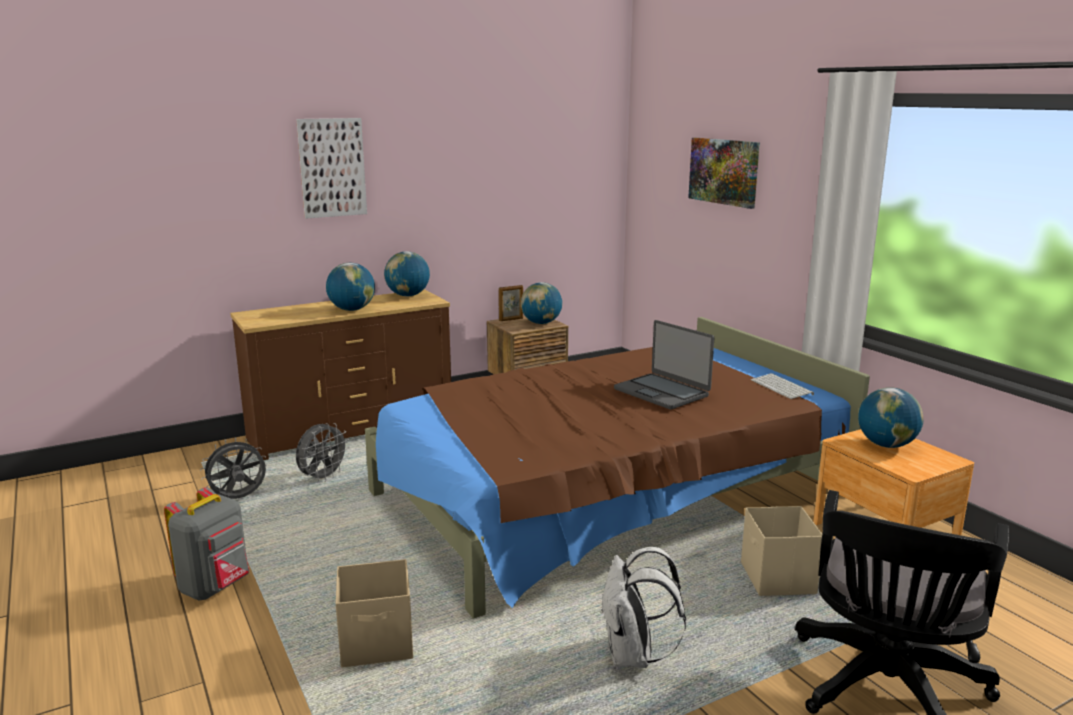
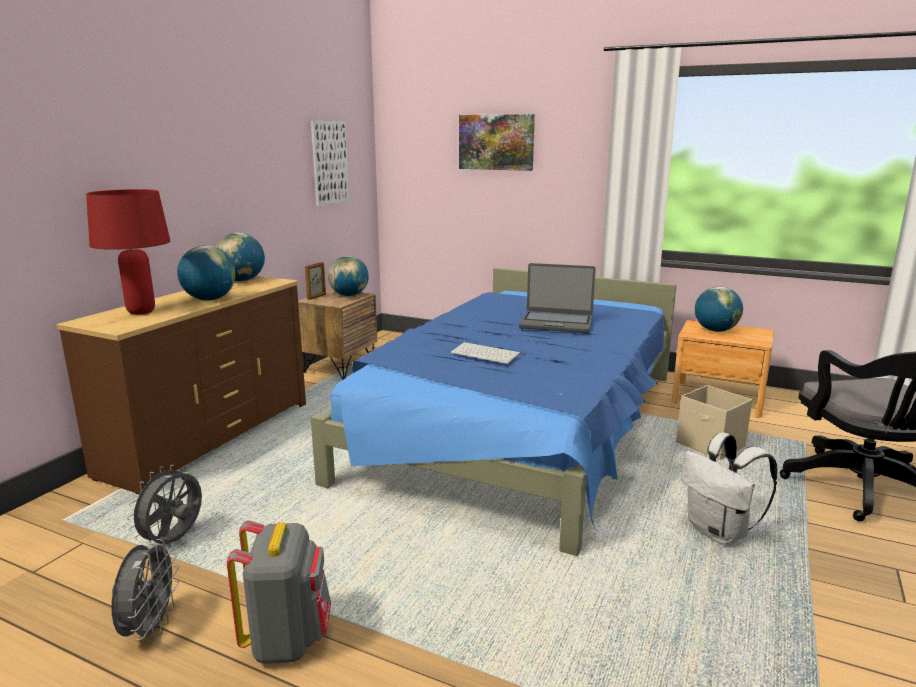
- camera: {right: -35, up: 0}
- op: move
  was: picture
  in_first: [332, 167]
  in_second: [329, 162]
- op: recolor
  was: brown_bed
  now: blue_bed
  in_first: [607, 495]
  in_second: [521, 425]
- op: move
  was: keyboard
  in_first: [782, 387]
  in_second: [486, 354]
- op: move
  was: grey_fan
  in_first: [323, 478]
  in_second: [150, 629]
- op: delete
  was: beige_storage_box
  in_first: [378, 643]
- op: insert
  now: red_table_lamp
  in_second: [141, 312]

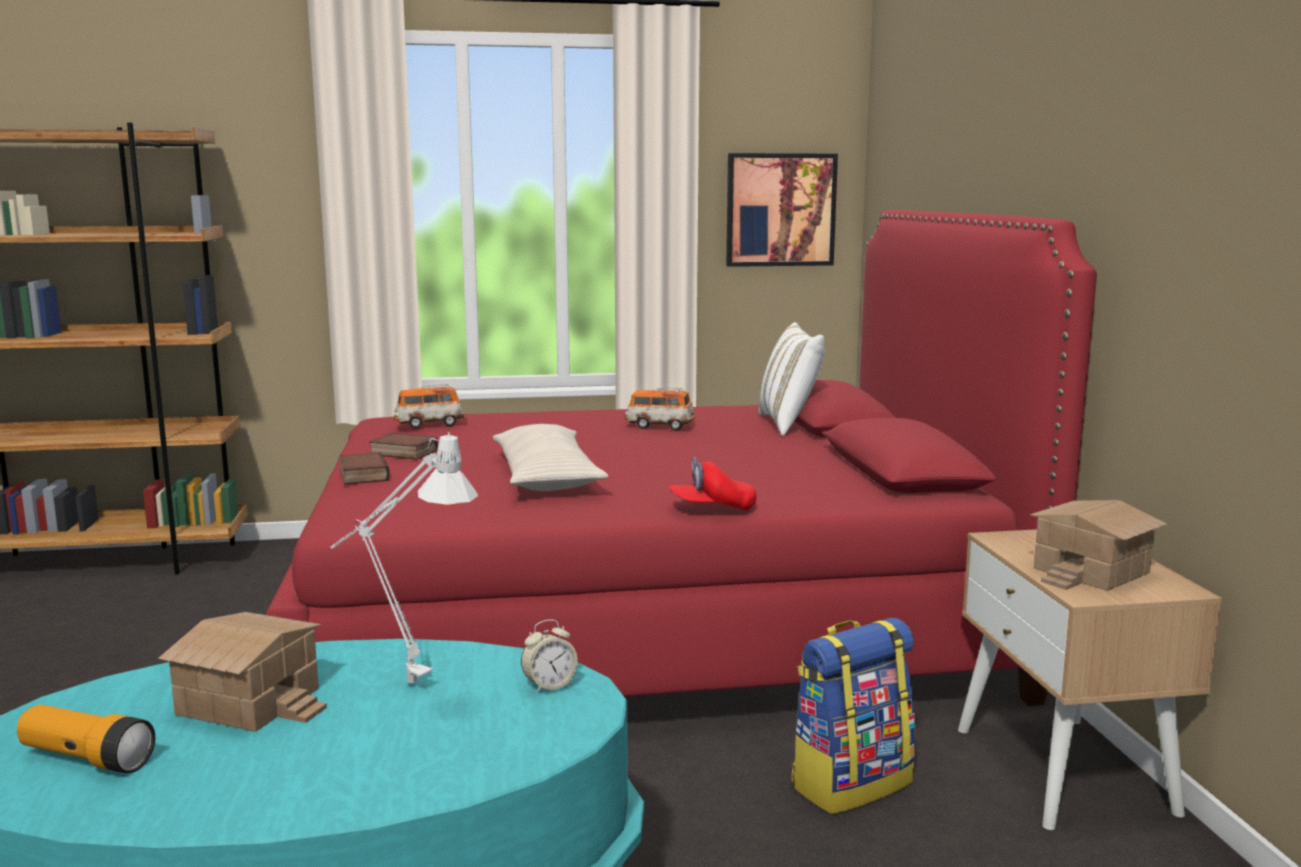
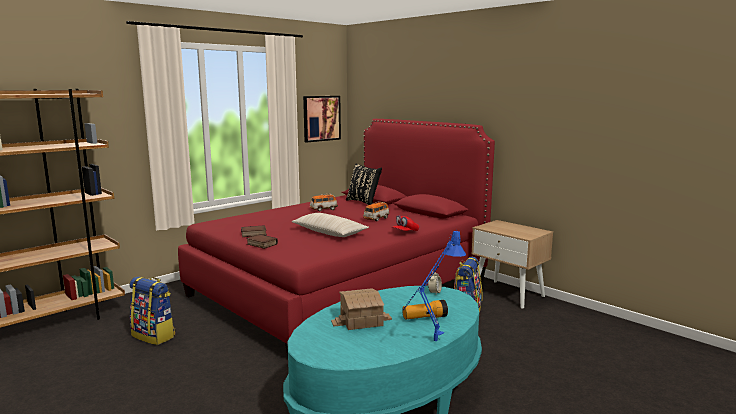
- camera: {right: -35, up: 0}
- op: recolor
  was: white_pillow
  now: black_pillow
  in_first: [789, 424]
  in_second: [364, 202]
- op: move
  was: toy_car
  in_first: [429, 424]
  in_second: [376, 219]
- op: delete
  was: grey_table_lamp
  in_first: [402, 681]
- op: delete
  was: toy_house
  in_first: [1089, 570]
- op: move
  was: flashlight
  in_first: [87, 759]
  in_second: [424, 318]
- op: insert
  now: blue_table_lamp
  in_second: [432, 344]
- op: insert
  now: backpack
  in_second: [154, 336]

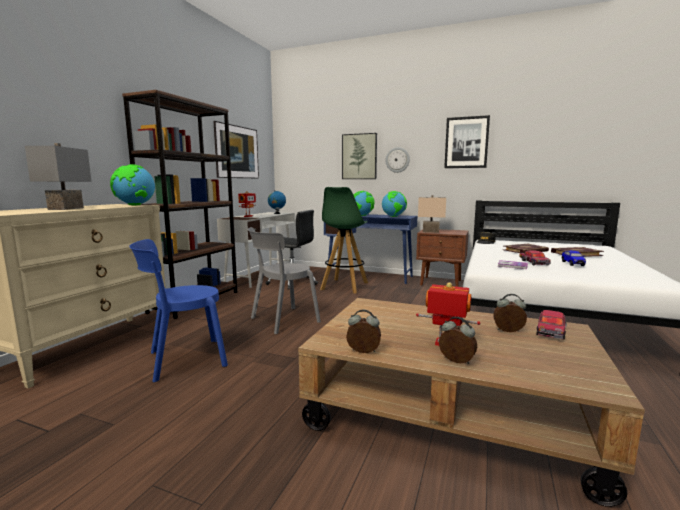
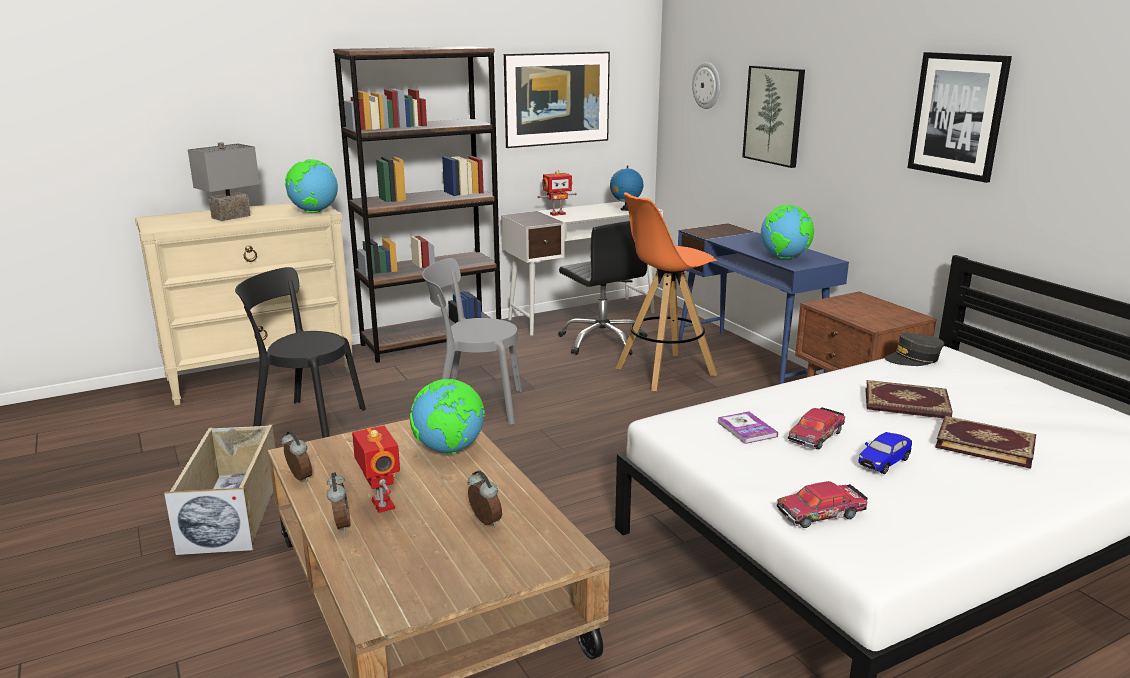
- camera: {right: 40, up: 10}
- op: move
  was: wall_clock
  in_first: [397, 160]
  in_second: [707, 85]
- op: recolor
  was: green_stool
  now: orange_stool
  in_first: [344, 286]
  in_second: [664, 371]
- op: move
  was: globe
  in_first: [362, 215]
  in_second: [450, 450]
- op: delete
  was: beige_table_lamp
  in_first: [430, 232]
- op: recolor
  was: blue_chair
  now: black_chair
  in_first: [182, 360]
  in_second: [306, 421]
- op: move
  was: toy_car
  in_first: [551, 330]
  in_second: [821, 513]
- op: insert
  now: beige_storage_box
  in_second: [232, 512]

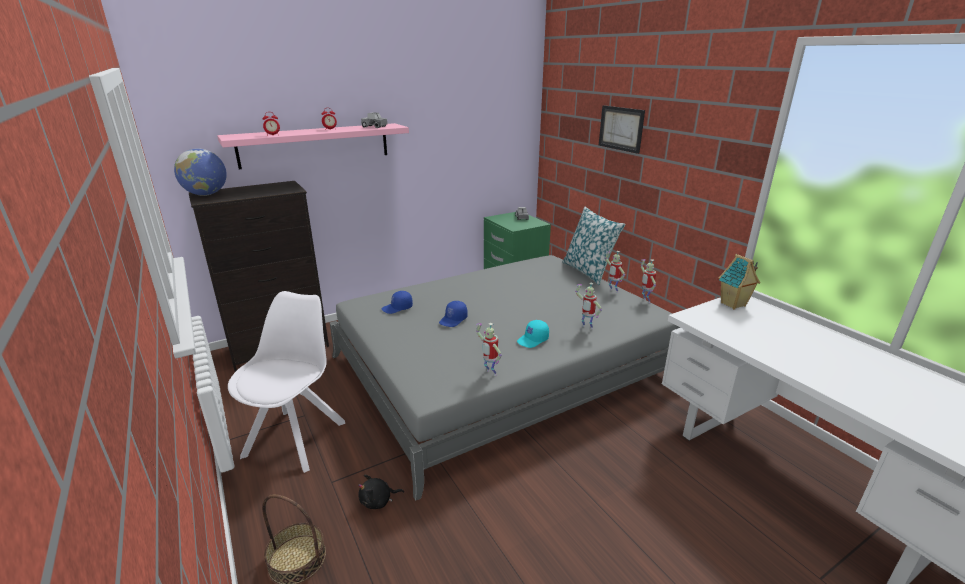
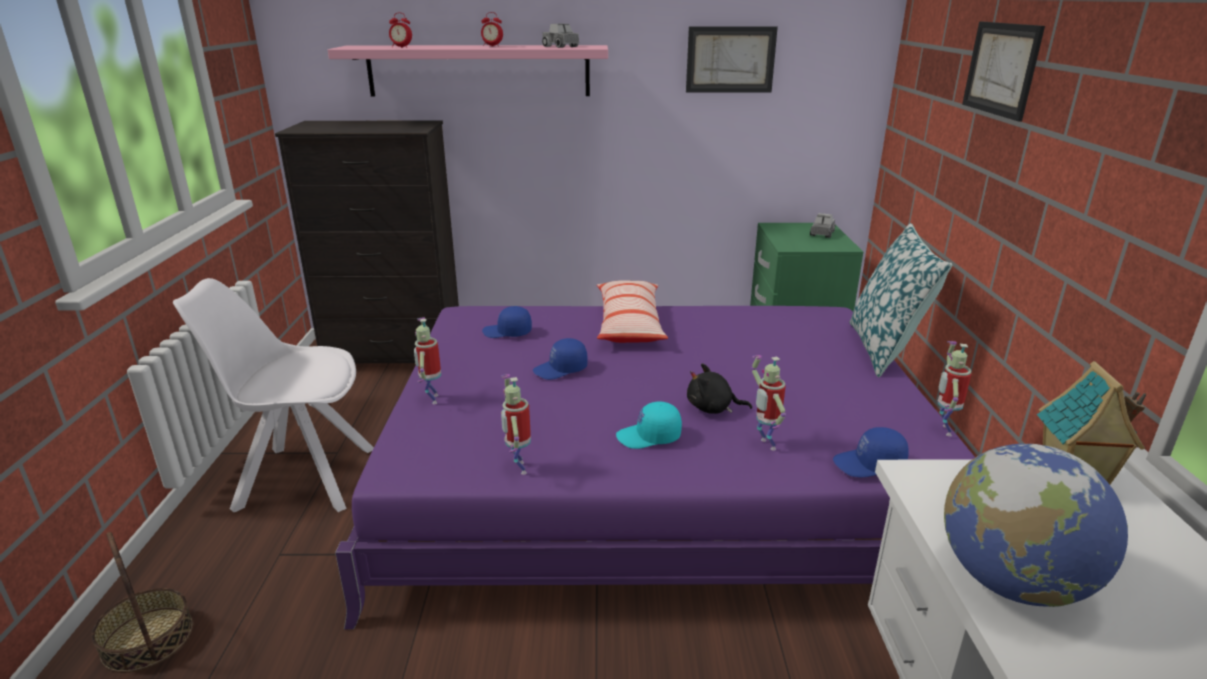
- camera: {right: 30, up: 0}
- op: move
  was: globe
  in_first: [206, 194]
  in_second: [1012, 582]
- op: move
  was: toy_robot
  in_first: [612, 291]
  in_second: [432, 399]
- op: recolor
  was: grey_bed
  now: purple_bed
  in_first: [502, 368]
  in_second: [654, 477]
- op: rotate
  was: white_chair
  in_first: [297, 437]
  in_second: [302, 478]
  clockwise: -135
- op: move
  was: black_plush_toy
  in_first: [378, 501]
  in_second: [712, 408]
- op: insert
  now: picture
  in_second: [730, 59]
- op: insert
  now: pillow
  in_second: [629, 324]
- op: insert
  now: blue_cap
  in_second: [869, 465]

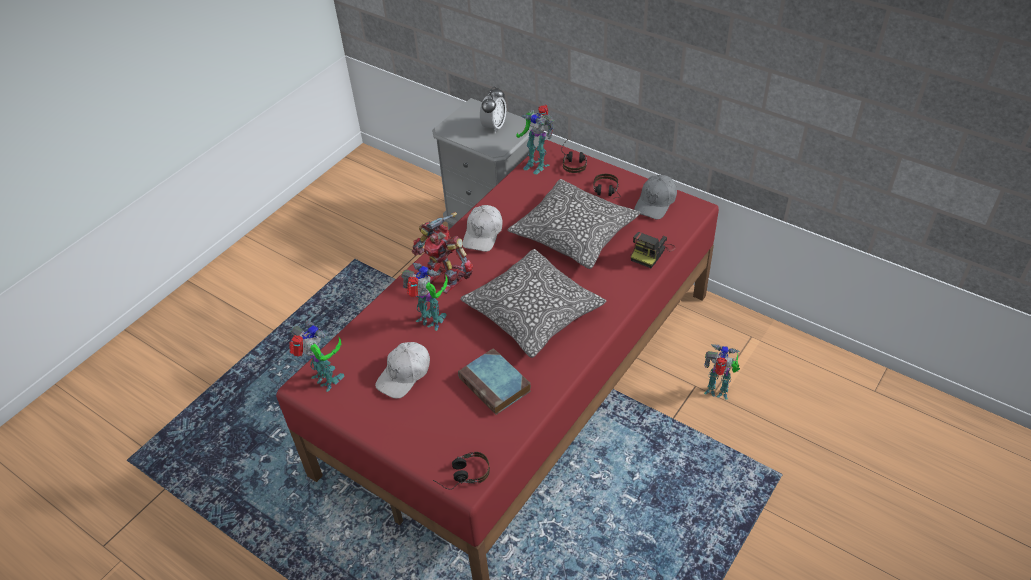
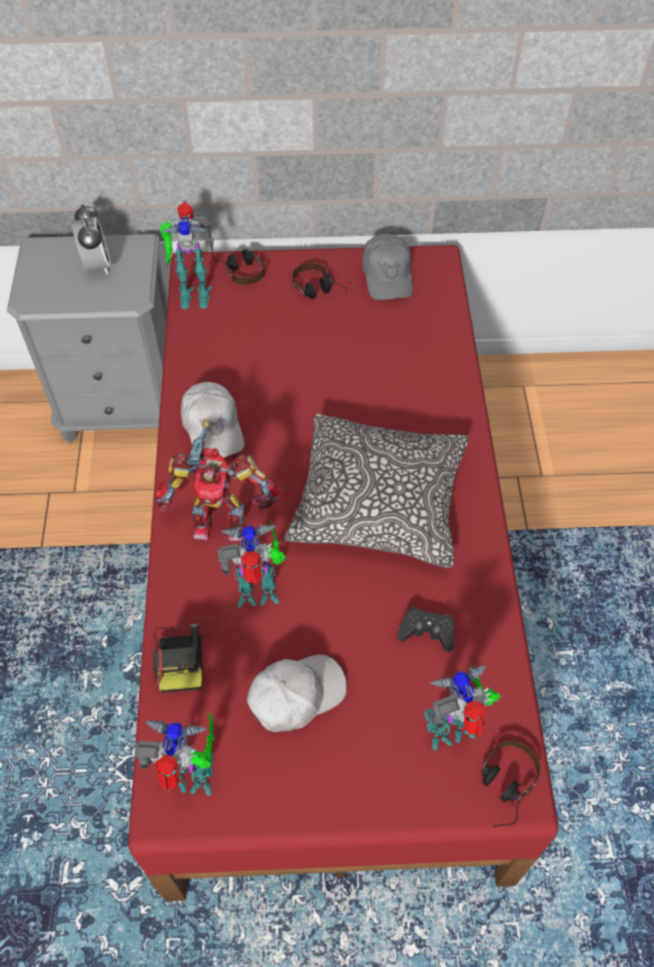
- camera: {right: -40, up: 10}
- op: delete
  was: pillow
  in_first: [574, 233]
- op: move
  was: photo_camera
  in_first: [651, 252]
  in_second: [183, 656]
- op: rotate
  was: white_cap
  in_first: [404, 374]
  in_second: [295, 695]
  clockwise: -120
- op: move
  was: toy_robot
  in_first: [718, 392]
  in_second: [452, 731]
- op: replace
  was: book
  now: black_game_controller
  in_first: [496, 385]
  in_second: [427, 632]

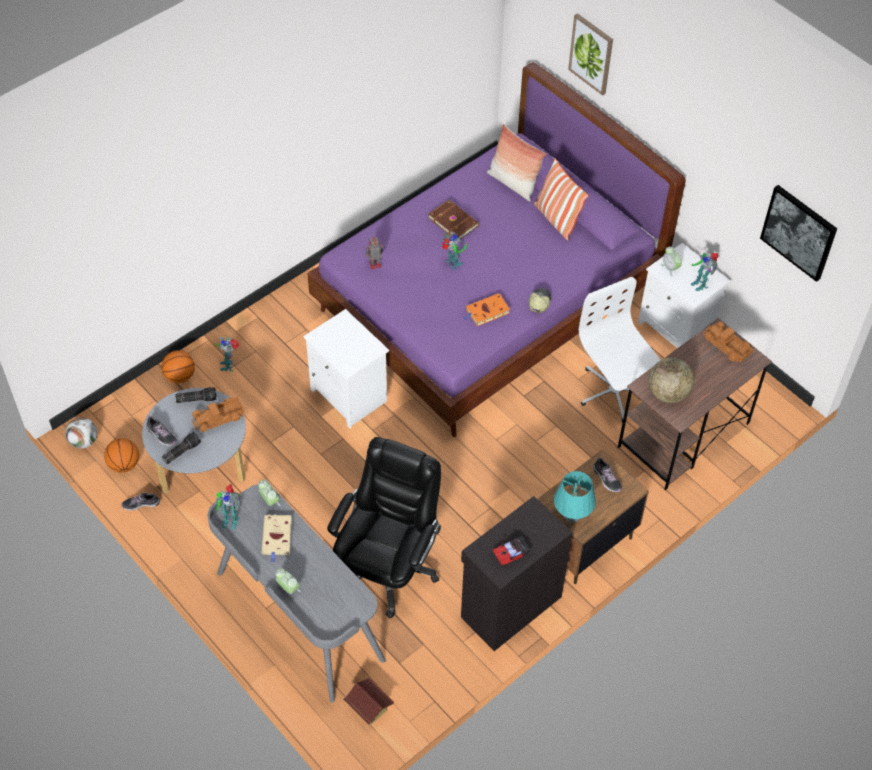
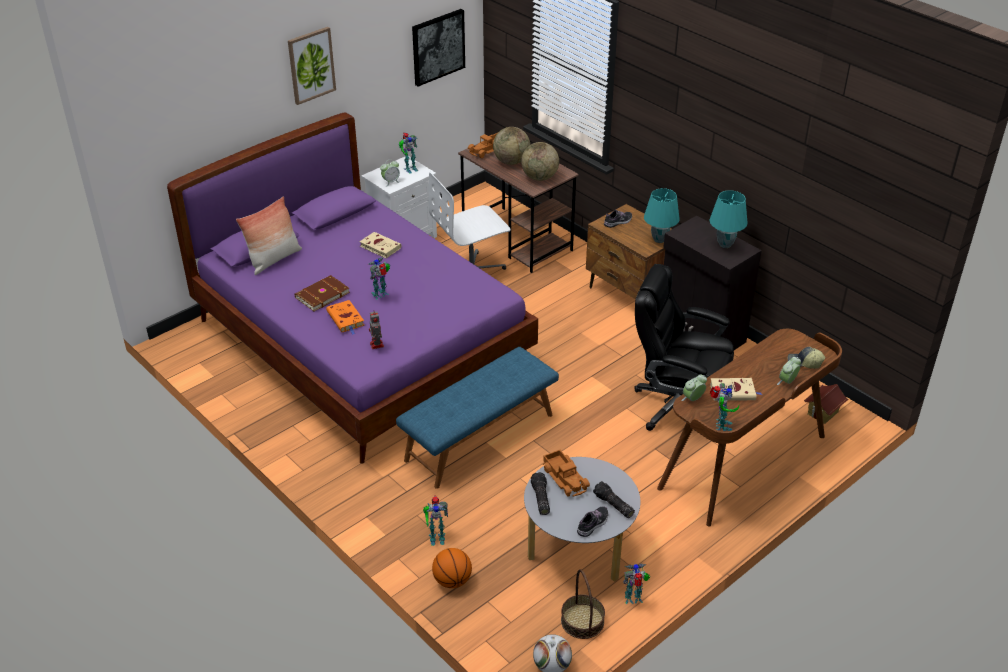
- camera: {right: -90, up: -15}
- op: move
  was: picture
  in_first: [591, 53]
  in_second: [311, 65]
- op: delete
  was: pillow
  in_first: [556, 219]
- op: move
  was: cap
  in_first: [539, 302]
  in_second: [804, 363]
- op: move
  was: orange_book
  in_first: [486, 312]
  in_second: [346, 319]
- op: replace
  was: white_nightstand
  now: blue_bench
  in_first: [350, 396]
  in_second: [479, 436]
- op: replace
  was: basketball
  now: basket
  in_first: [124, 464]
  in_second: [582, 621]
- op: recolor
  was: grey_desk
  now: brown_desk
  in_first: [298, 617]
  in_second: [744, 463]
- op: replace
  was: shoe
  now: toy_robot
  in_first: [141, 504]
  in_second: [634, 599]
- op: replace
  was: toy_car
  now: turquoise_table_lamp
  in_first: [511, 553]
  in_second: [725, 244]
- op: insert
  now: globe
  in_second: [511, 161]
- op: insert
  now: beige_book
  in_second: [379, 247]

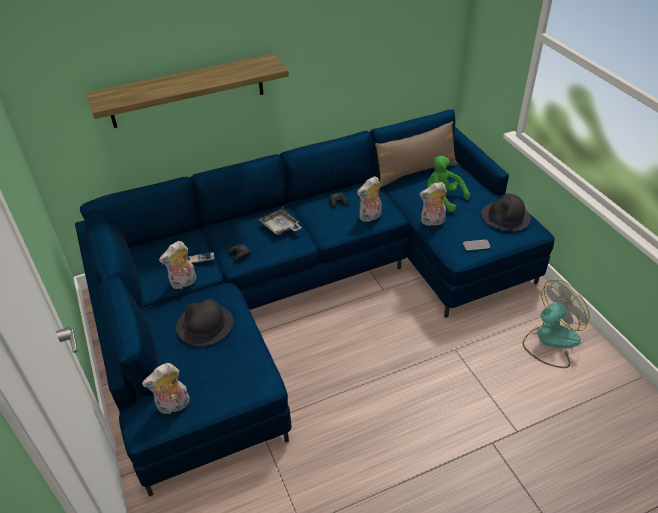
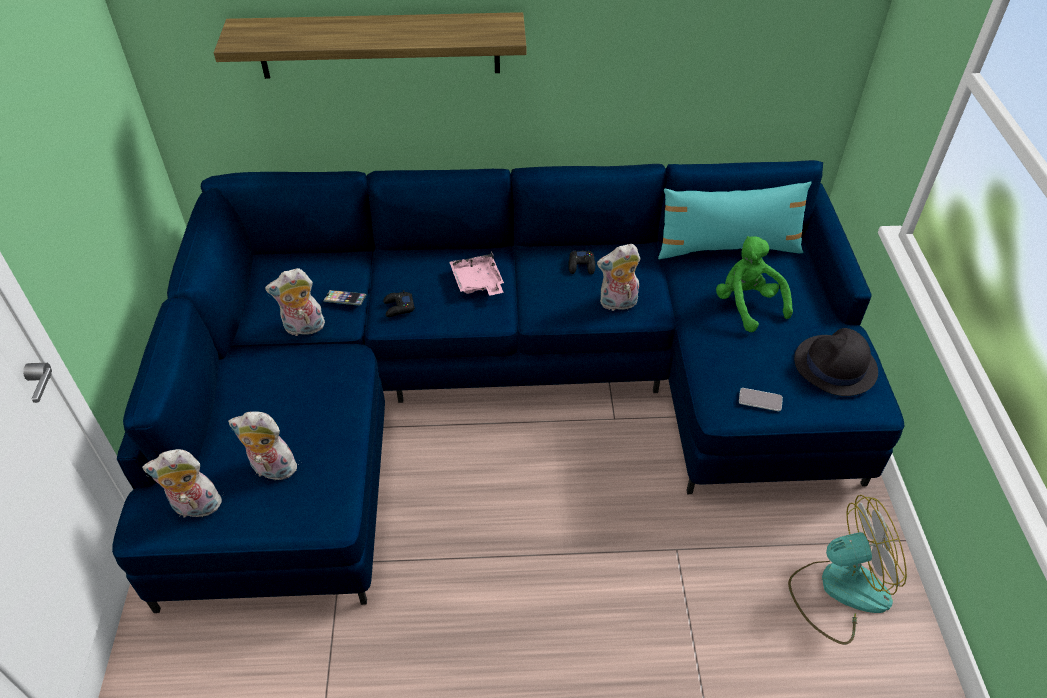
- camera: {right: 20, up: 5}
- op: recolor
  was: brown_pillow
  now: turquoise_pillow
  in_first: [415, 171]
  in_second: [728, 247]
- op: move
  was: plush_toy
  in_first: [432, 222]
  in_second: [271, 470]
- op: recolor
  was: grey_tray
  now: pink_tray
  in_first: [280, 227]
  in_second: [478, 282]
- op: delete
  was: black_hat
  in_first: [204, 325]

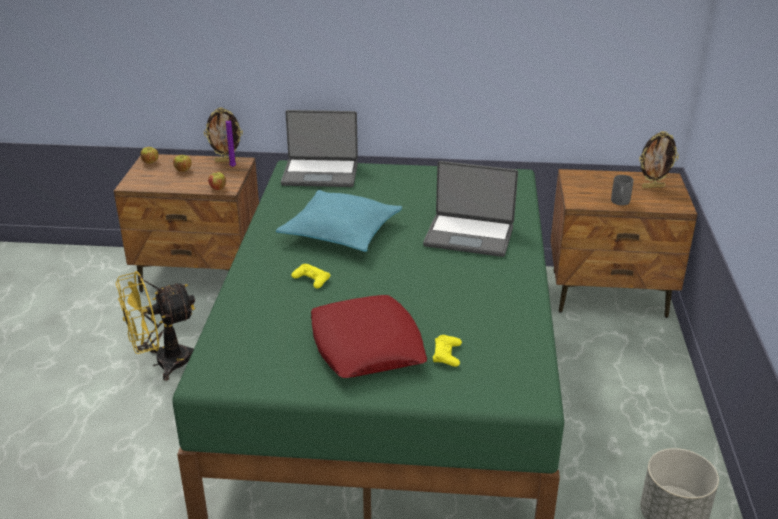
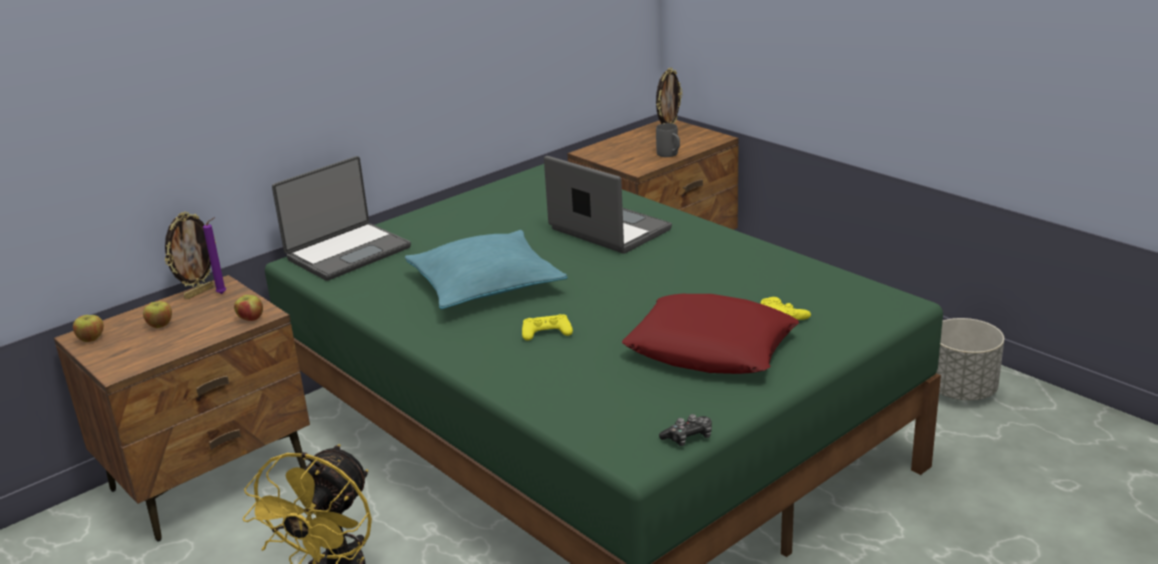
- camera: {right: -45, up: -5}
- op: rotate
  was: laptop
  in_first: [469, 235]
  in_second: [608, 230]
  clockwise: -105
- op: insert
  now: game_controller
  in_second: [688, 438]

